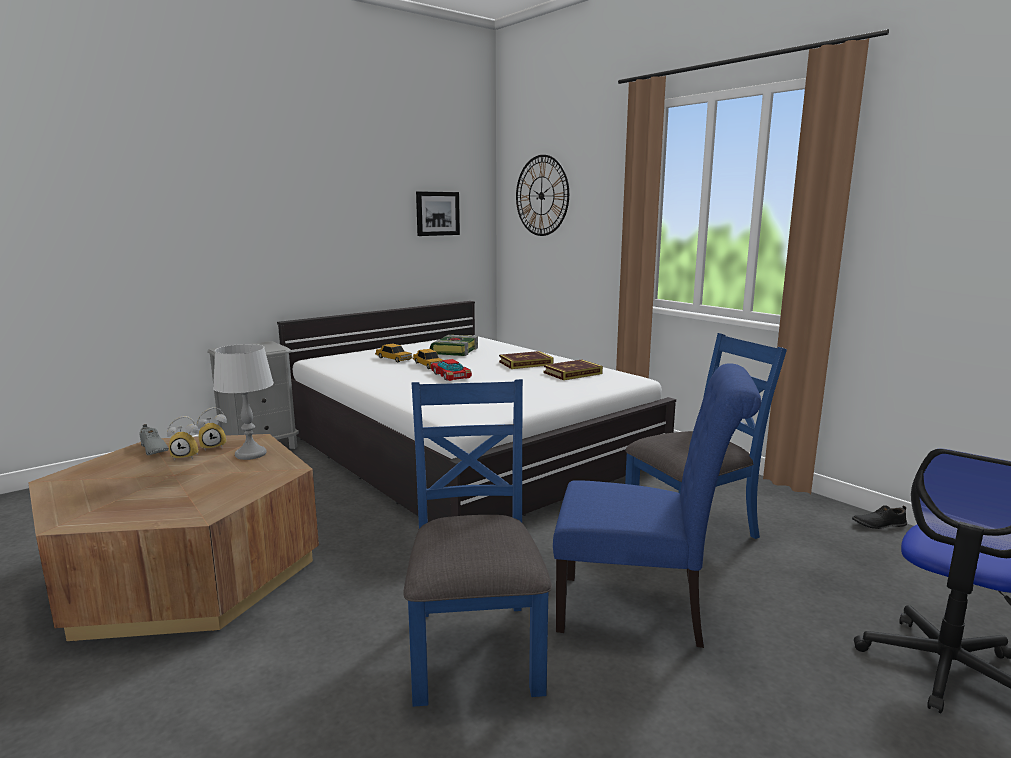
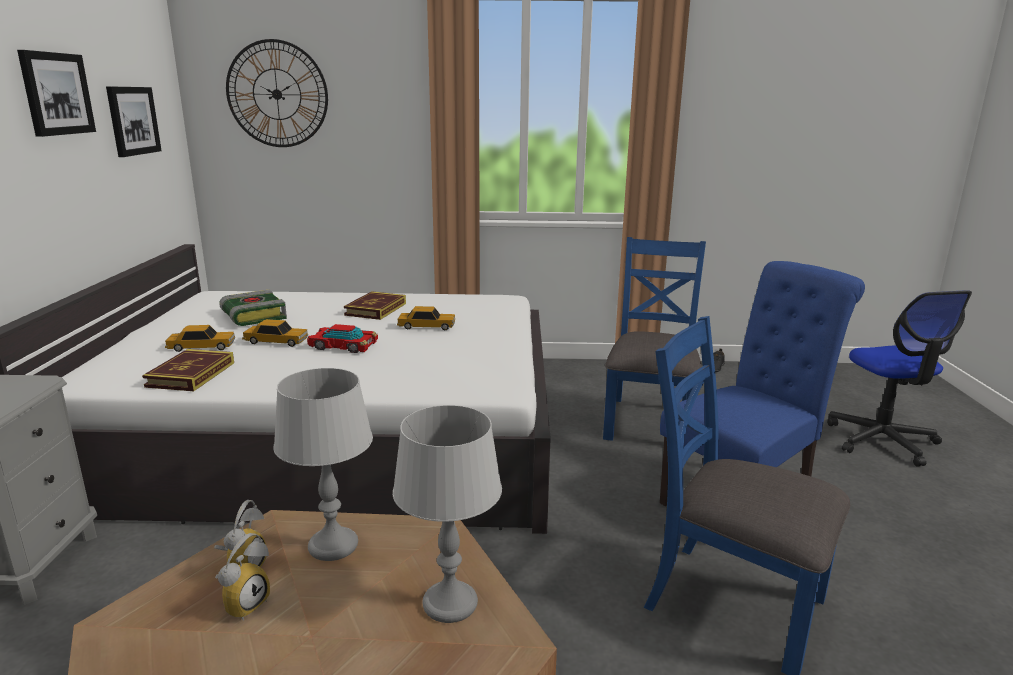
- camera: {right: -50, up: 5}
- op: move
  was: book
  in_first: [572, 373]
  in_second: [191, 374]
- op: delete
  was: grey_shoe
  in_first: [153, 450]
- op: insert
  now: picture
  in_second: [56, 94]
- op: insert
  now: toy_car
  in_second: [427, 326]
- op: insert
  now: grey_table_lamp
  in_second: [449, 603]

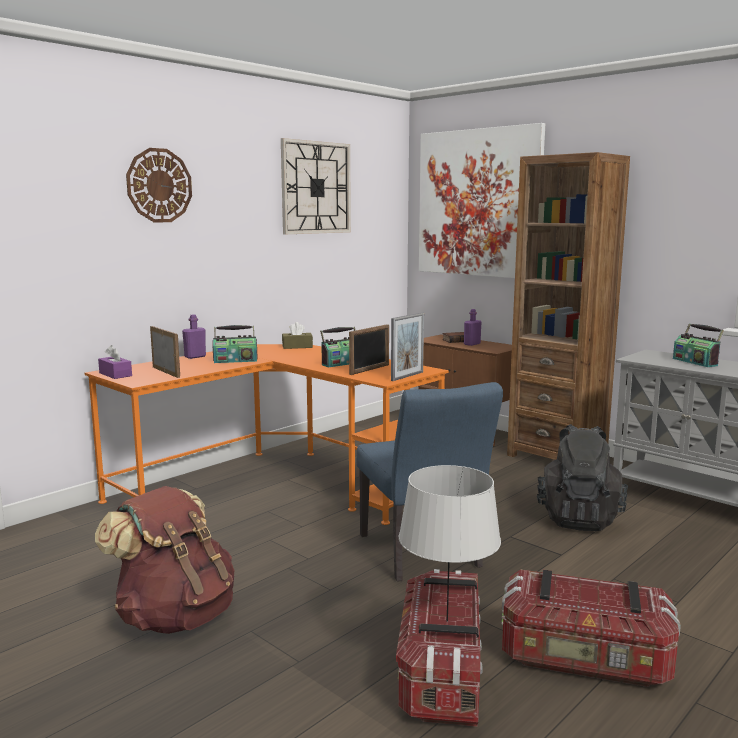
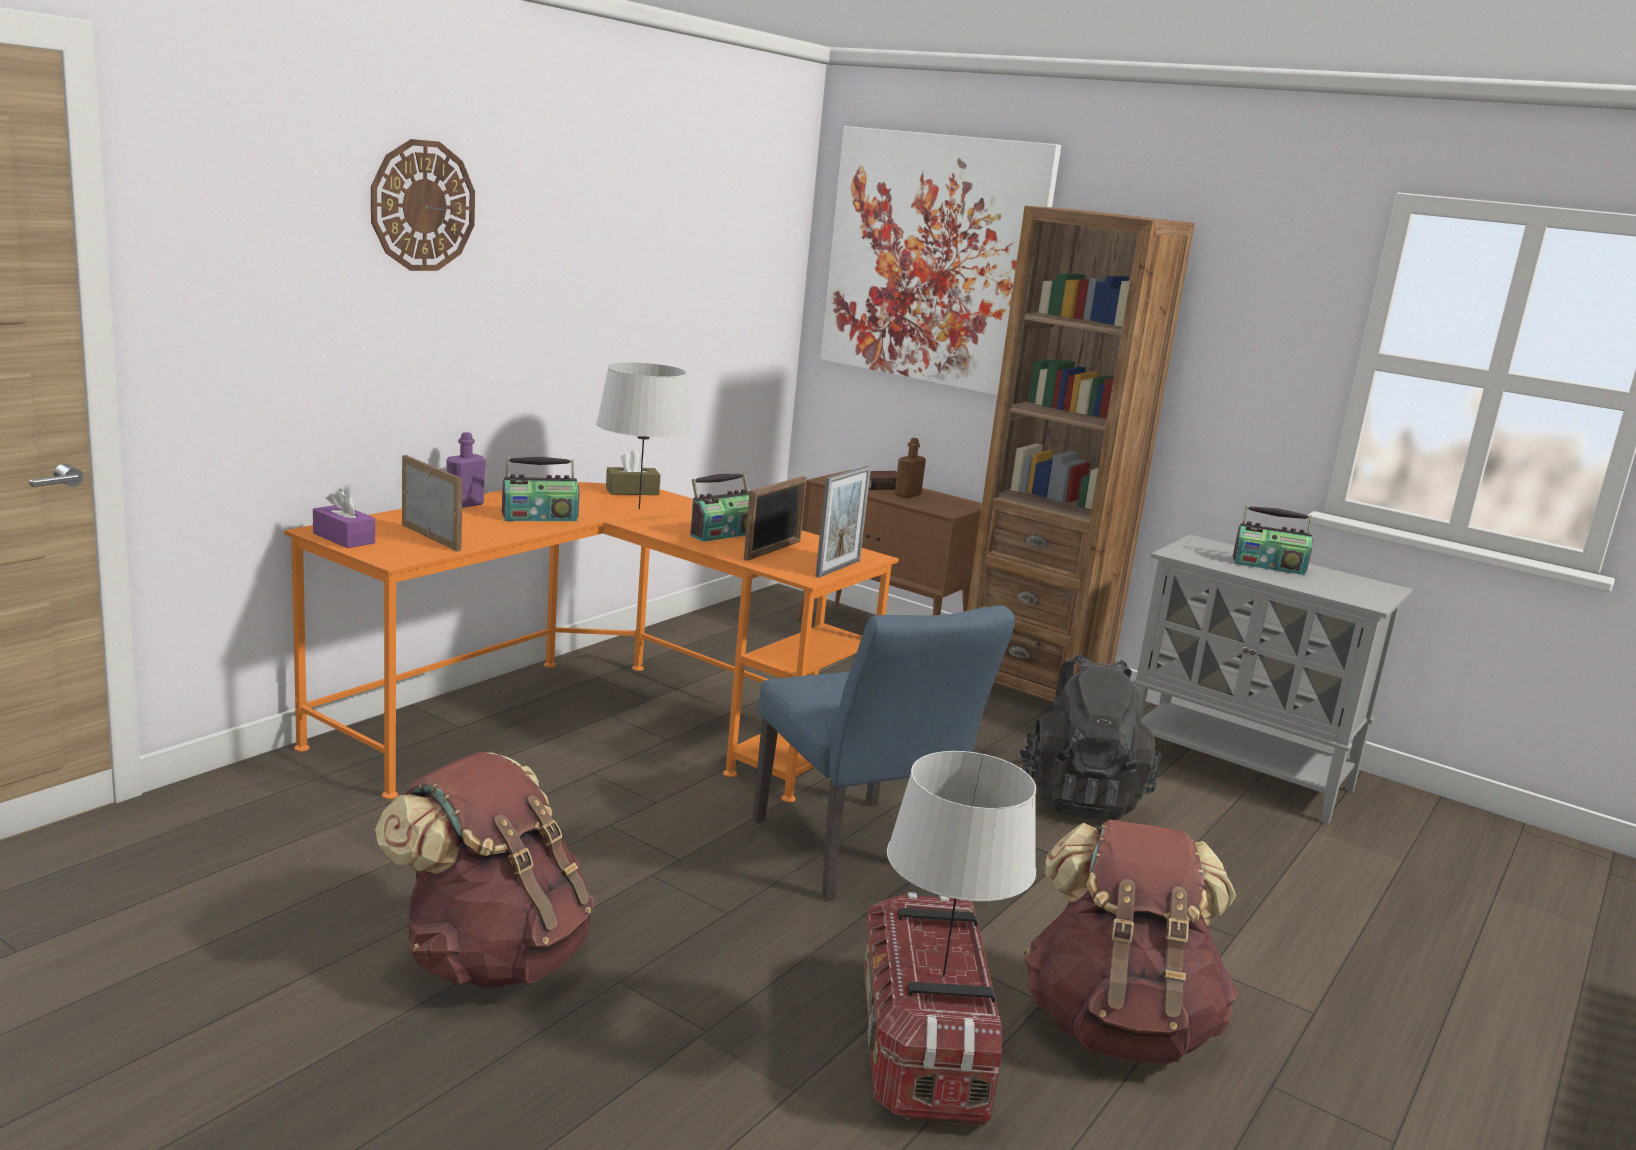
- camera: {right: -10, up: 5}
- op: delete
  was: wall_clock
  in_first: [316, 188]
- op: recolor
  was: purple_bottle
  now: brown_bottle
  in_first: [472, 344]
  in_second: [907, 495]
- op: rotate
  was: radio
  in_first: [695, 362]
  in_second: [1268, 566]
  clockwise: -45
- op: replace
  was: storage_box
  now: brown_backpack
  in_first: [584, 660]
  in_second: [1117, 1026]
- op: insert
  now: grey_table_lamp
  in_second: [638, 509]

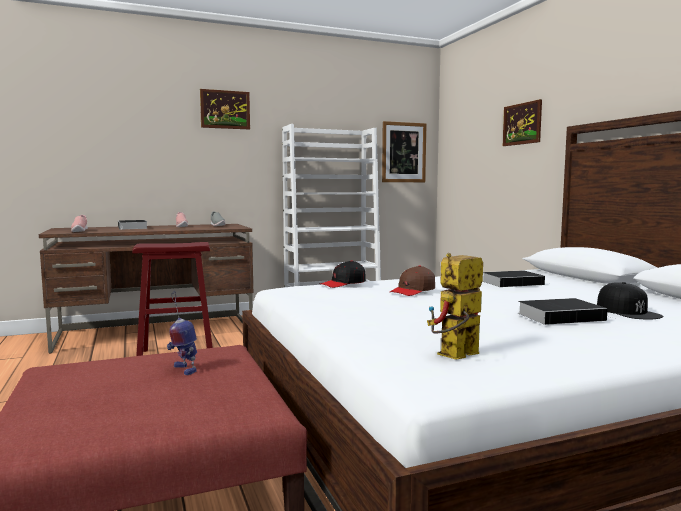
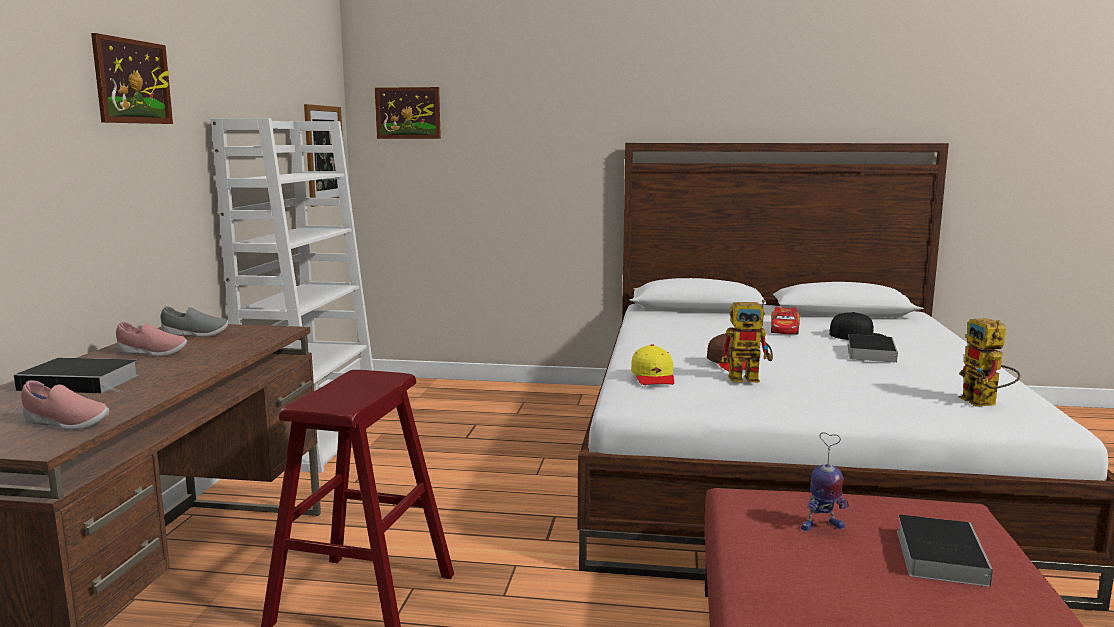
- camera: {right: -60, up: 5}
- op: move
  was: picture
  in_first: [522, 124]
  in_second: [408, 113]
- op: recolor
  was: black_cap
  now: yellow_cap
  in_first: [343, 283]
  in_second: [653, 376]
- op: move
  was: book
  in_first: [513, 282]
  in_second: [939, 554]
- op: insert
  now: toy_robot
  in_second: [750, 378]
- op: insert
  now: toy_car
  in_second: [785, 329]

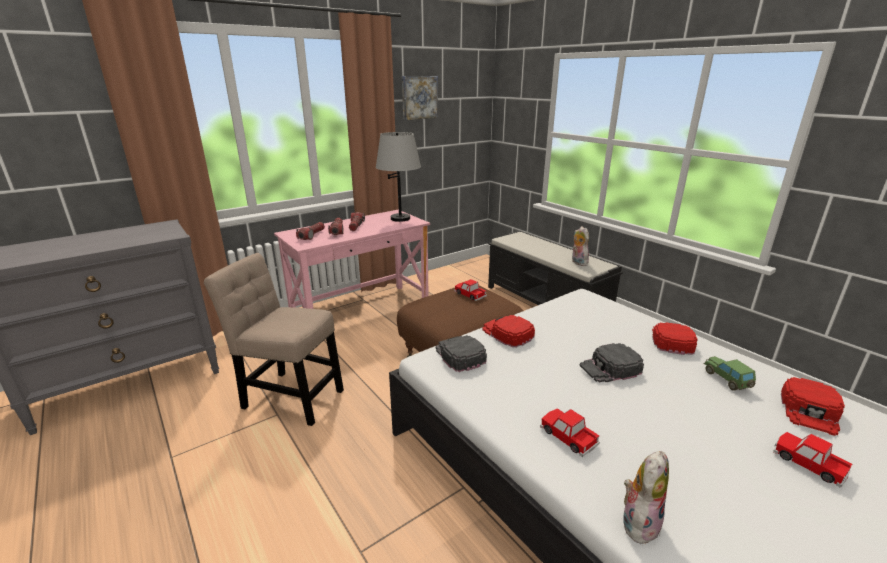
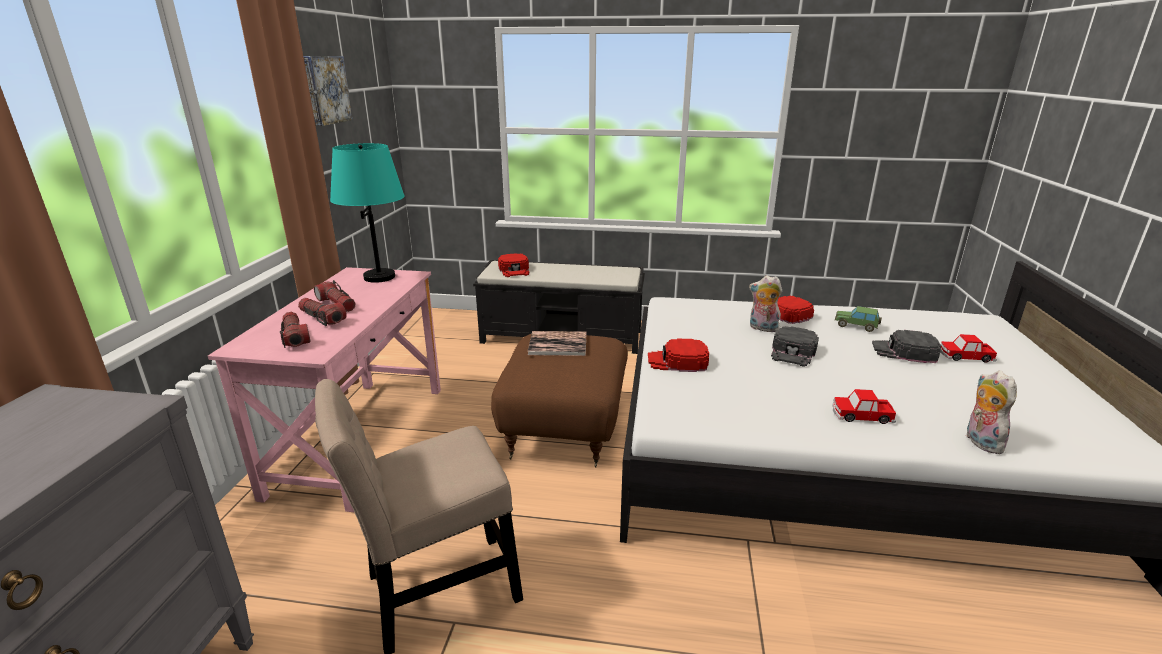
- camera: {right: -45, up: 0}
- op: recolor
  was: grey_table_lamp
  now: turquoise_table_lamp
  in_first: [400, 218]
  in_second: [379, 277]
- op: move
  was: plush_toy
  in_first: [577, 262]
  in_second: [762, 328]
- op: replace
  was: toy_car
  now: book
  in_first: [470, 294]
  in_second: [558, 344]
- op: move
  was: black_cap
  in_first: [459, 355]
  in_second: [904, 352]
- op: move
  was: red_cap
  in_first: [810, 411]
  in_second: [514, 270]

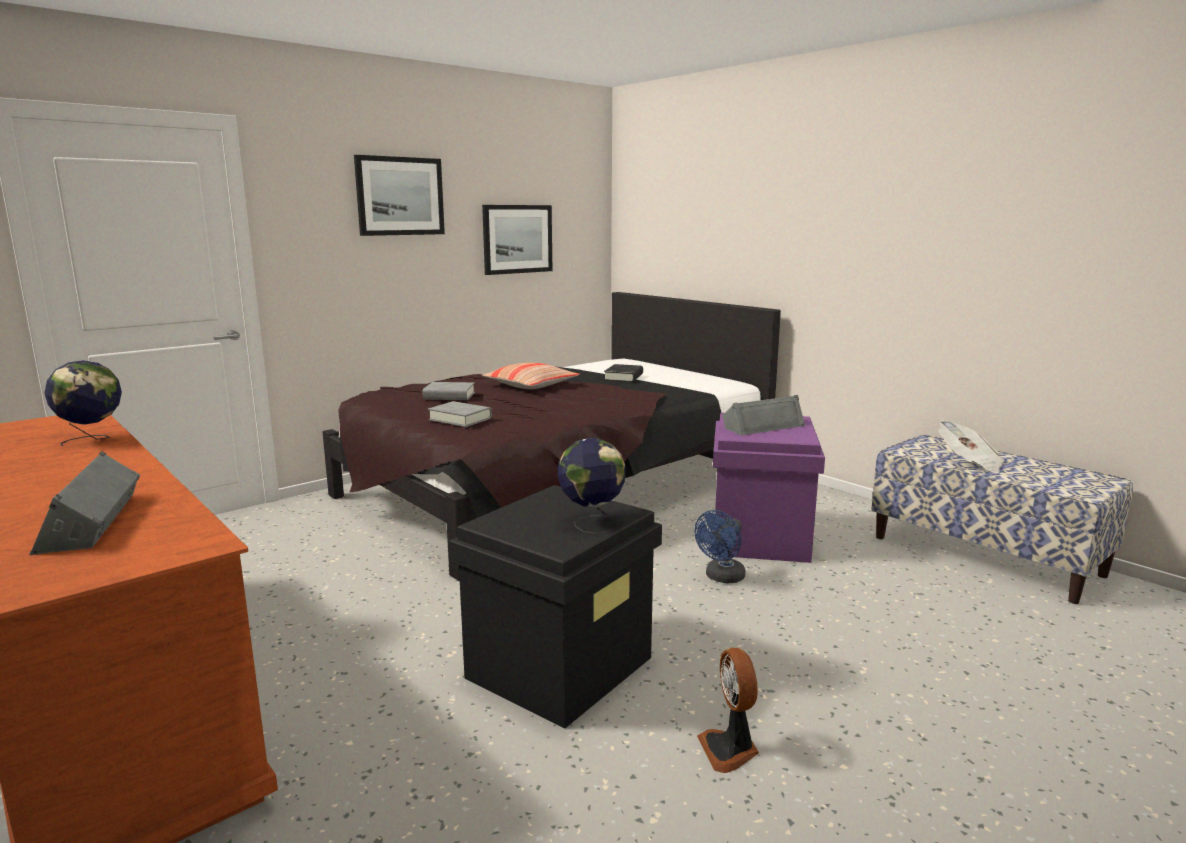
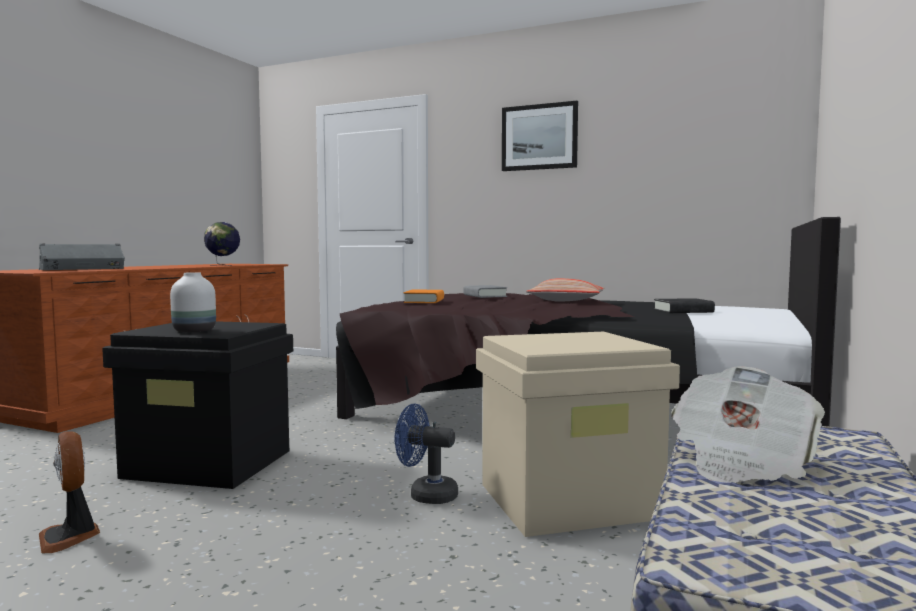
- camera: {right: 65, up: -10}
- op: delete
  was: picture
  in_first: [517, 239]
- op: delete
  was: grey_speaker
  in_first: [762, 426]
- op: recolor
  was: grey_book
  now: orange_book
  in_first: [460, 419]
  in_second: [424, 301]
- op: recolor
  was: purple_storage_box
  now: beige_storage_box
  in_first: [759, 537]
  in_second: [569, 500]
- op: replace
  was: globe
  now: white_vase
  in_first: [591, 522]
  in_second: [195, 331]
- op: rotate
  was: fan
  in_first: [730, 750]
  in_second: [70, 537]
  clockwise: -90

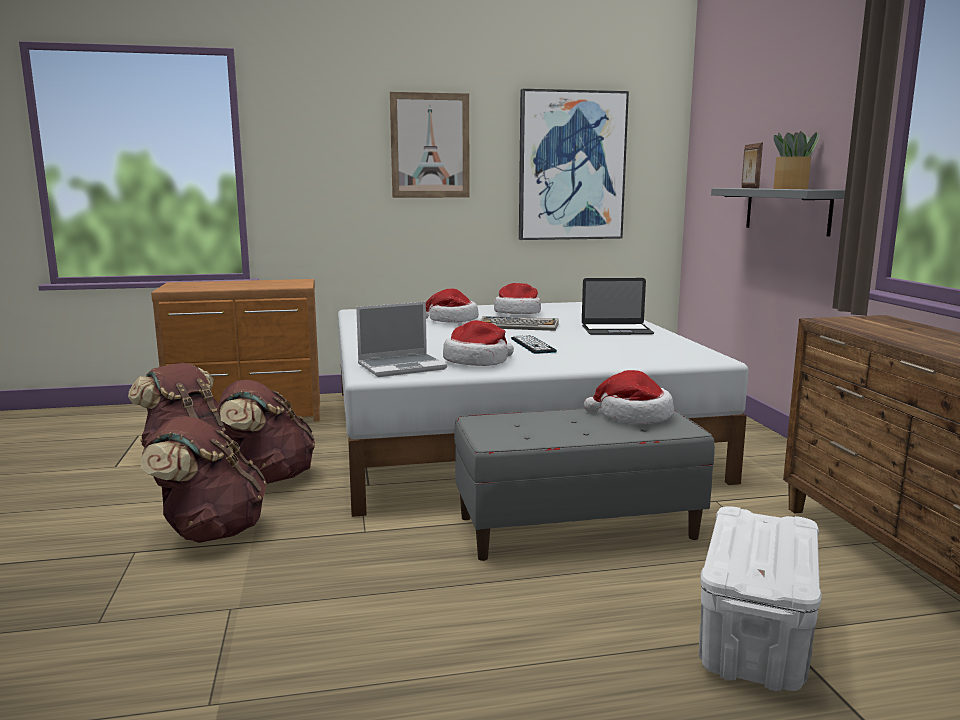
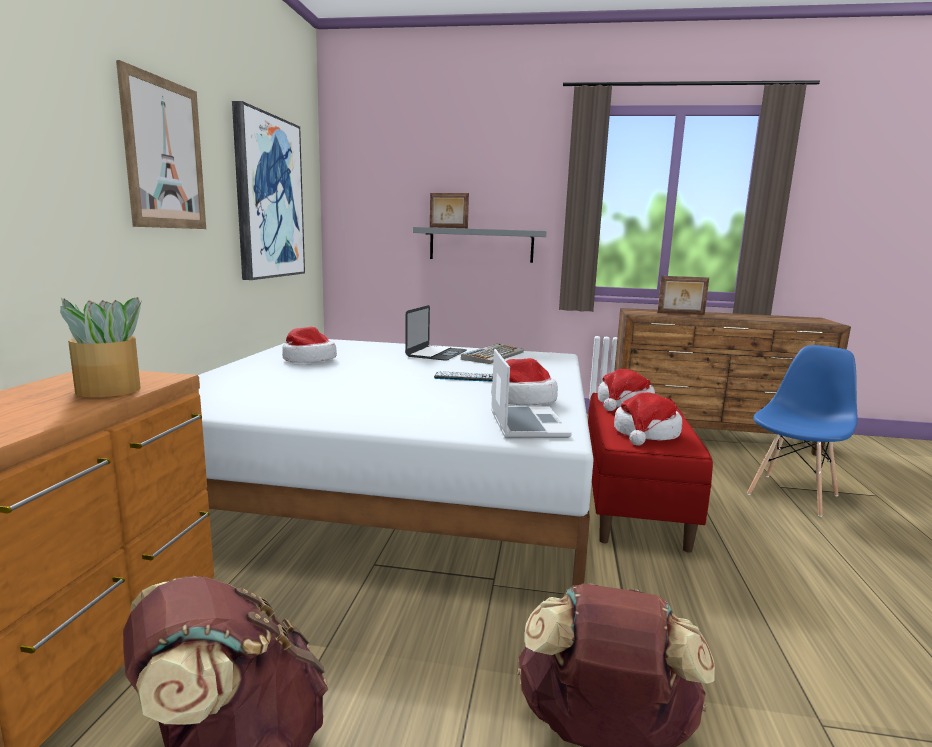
- camera: {right: -70, up: 0}
- op: move
  was: potted_plant
  in_first: [791, 189]
  in_second: [110, 390]
- op: move
  was: hat
  in_first: [451, 320]
  in_second: [646, 433]
- op: move
  was: keyboard
  in_first: [519, 326]
  in_second: [493, 355]
- op: delete
  was: brown_backpack
  in_first: [269, 477]
- op: recolor
  was: grey_bench
  now: red_bench
  in_first: [576, 527]
  in_second: [632, 502]
- op: replace
  was: white_storage_box
  now: blue_chair
  in_first: [755, 642]
  in_second: [792, 494]
- op: insert
  now: picture_frame
  in_second: [681, 313]

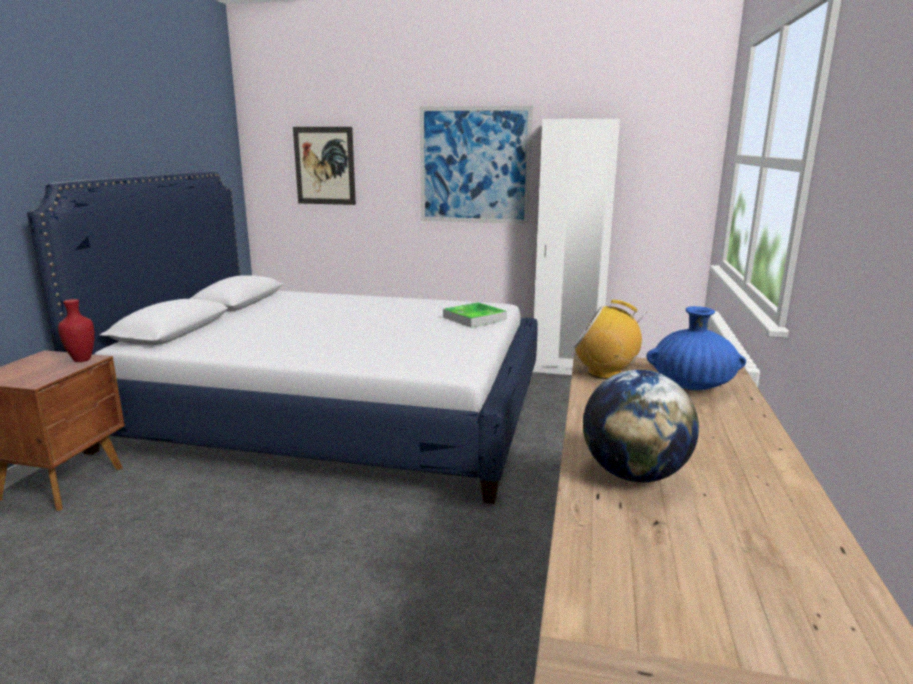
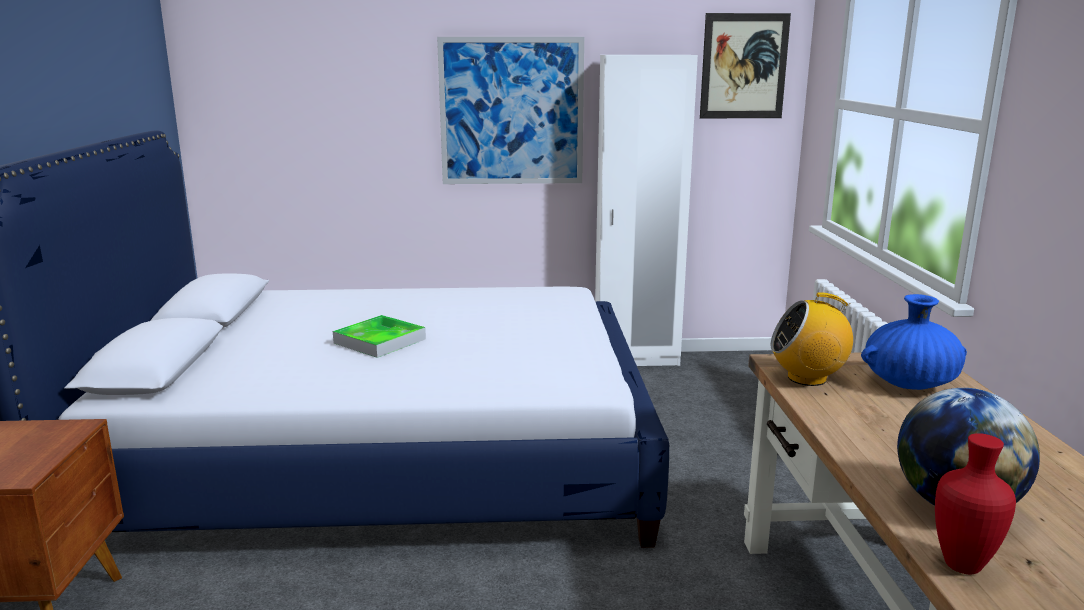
- camera: {right: -15, up: 0}
- op: move
  was: picture
  in_first: [324, 166]
  in_second: [744, 66]
- op: move
  was: red_vase
  in_first: [82, 360]
  in_second: [960, 564]
- op: move
  was: tray
  in_first: [474, 318]
  in_second: [380, 341]

